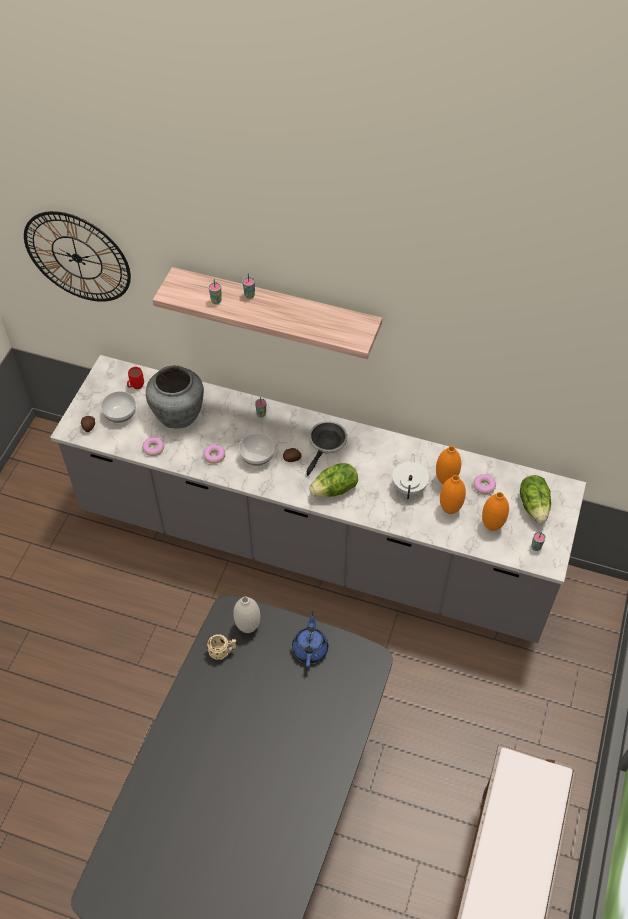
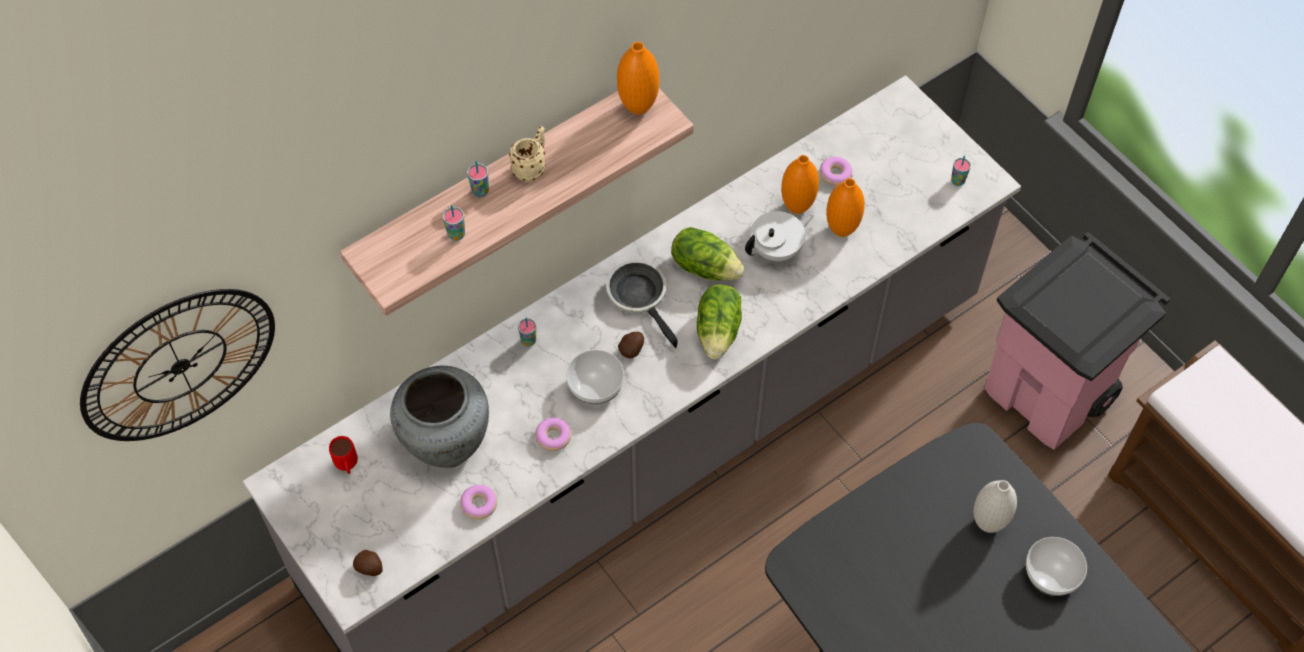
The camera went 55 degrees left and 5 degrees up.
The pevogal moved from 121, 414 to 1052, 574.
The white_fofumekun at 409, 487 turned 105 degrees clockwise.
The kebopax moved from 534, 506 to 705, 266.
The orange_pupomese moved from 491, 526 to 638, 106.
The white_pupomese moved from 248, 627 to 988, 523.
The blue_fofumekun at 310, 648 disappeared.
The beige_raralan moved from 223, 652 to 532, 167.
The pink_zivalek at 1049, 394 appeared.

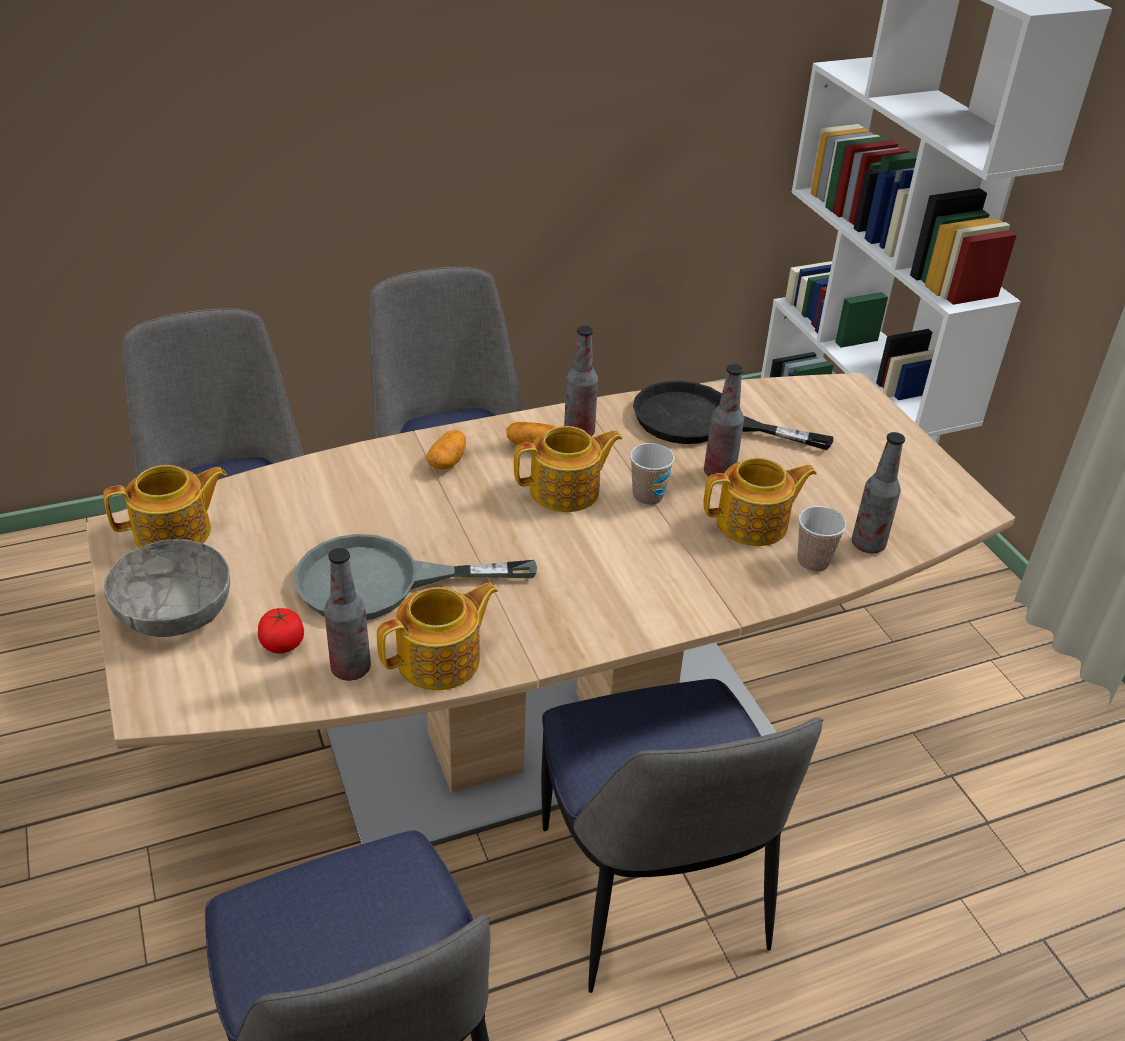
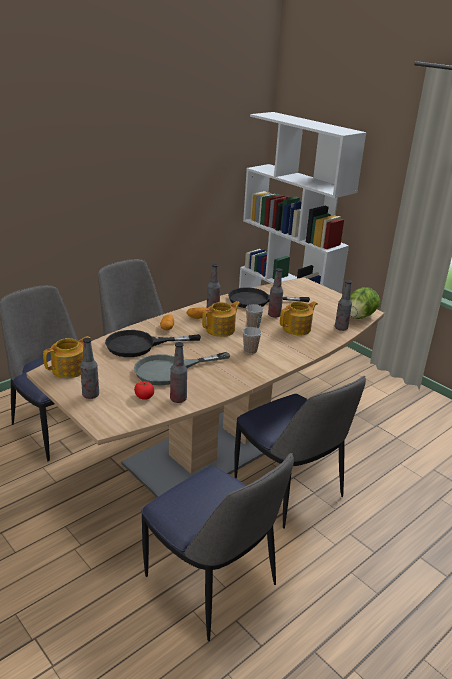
The camera went 20 degrees left and 10 degrees down.
The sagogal moved from 813, 562 to 250, 350.
The grey_pevogal at 174, 612 was replaced by the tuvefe at 90, 395.
The fofumekun at 441, 660 disappeared.
The kebopax at 359, 317 appeared.
The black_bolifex at 140, 345 appeared.

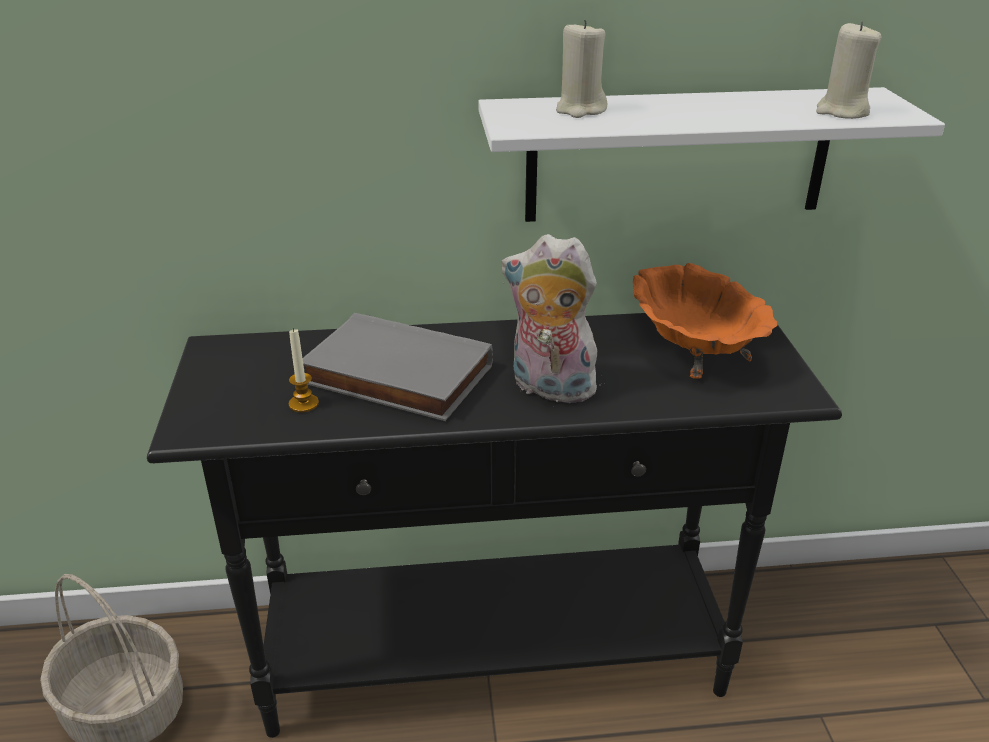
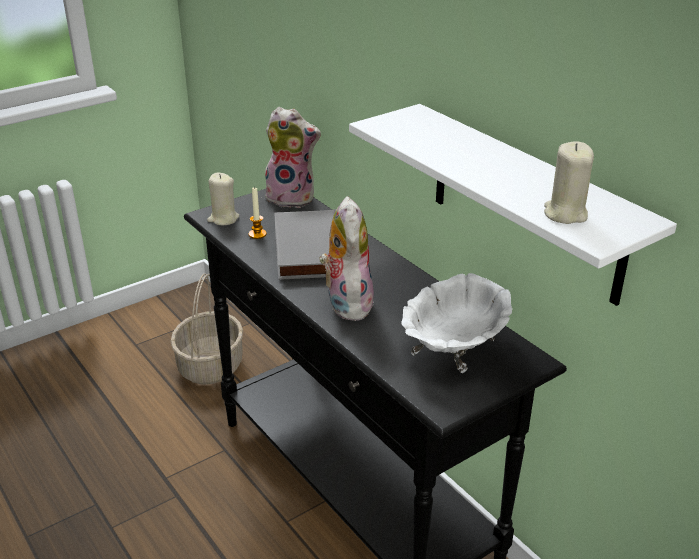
The camera went 60 degrees right and 0 degrees up.
The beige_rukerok moved from 580, 110 to 223, 219.
The orange_pevogal at 693, 350 became the white_pevogal at 454, 346.
The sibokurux at 292, 198 appeared.

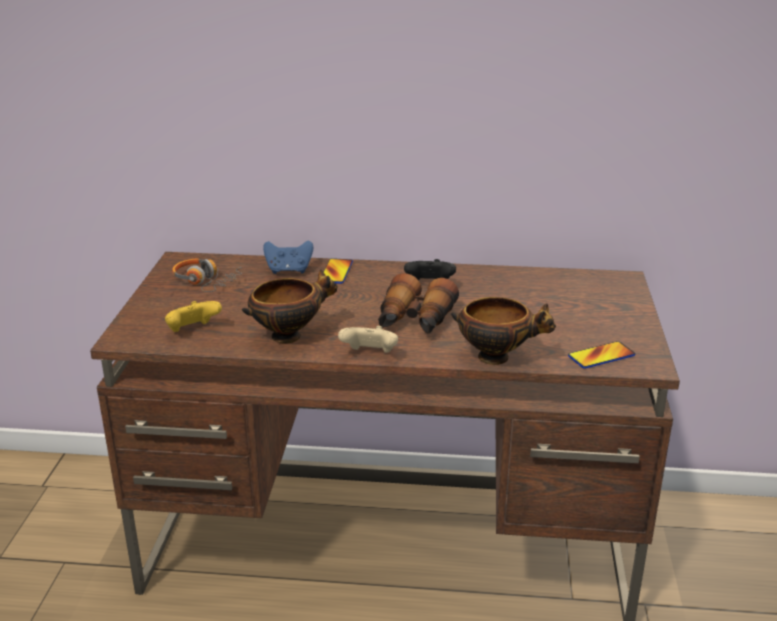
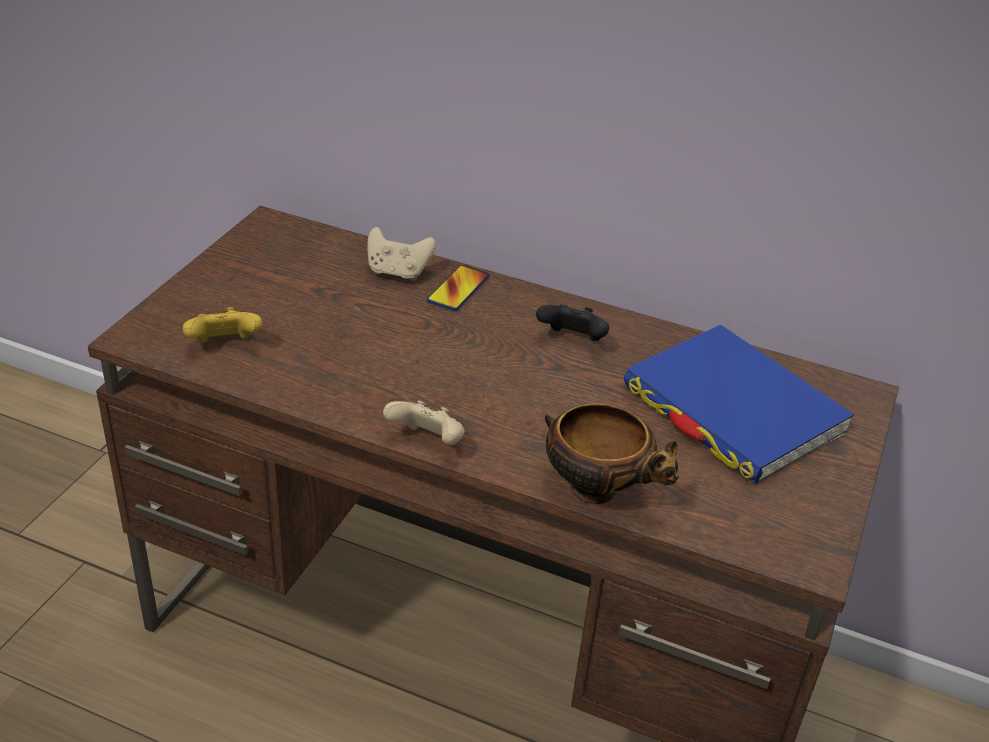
The camera went 15 degrees right and 10 degrees up.
The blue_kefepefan at 289, 270 became the beige_kefepefan at 398, 272.
The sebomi at 205, 282 disappeared.
The pevogal at 289, 335 disappeared.
The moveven at 414, 321 disappeared.
The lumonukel at 601, 356 disappeared.
The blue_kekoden at 733, 410 appeared.

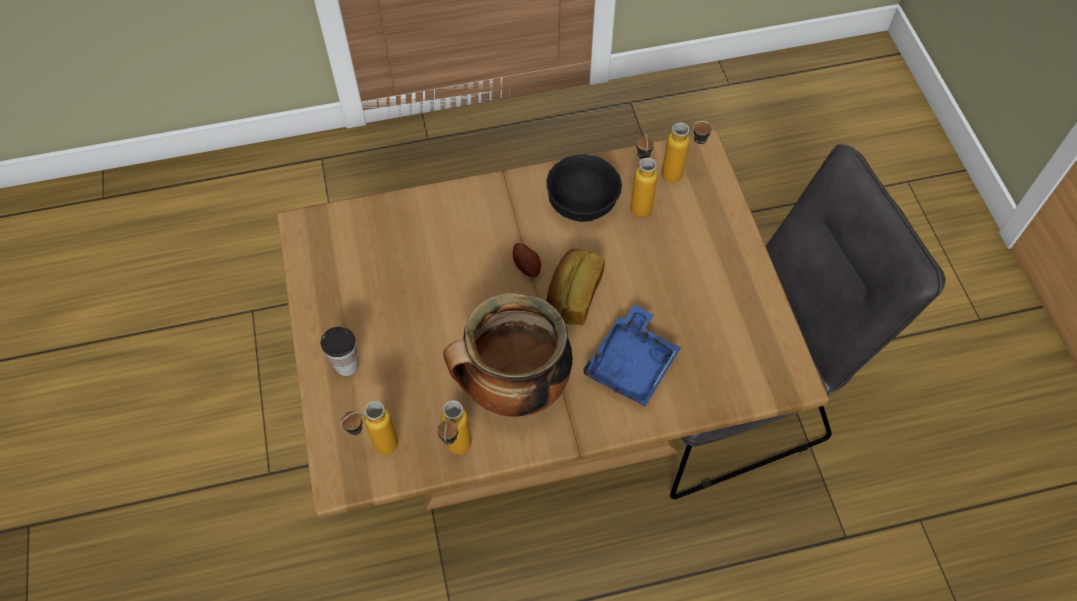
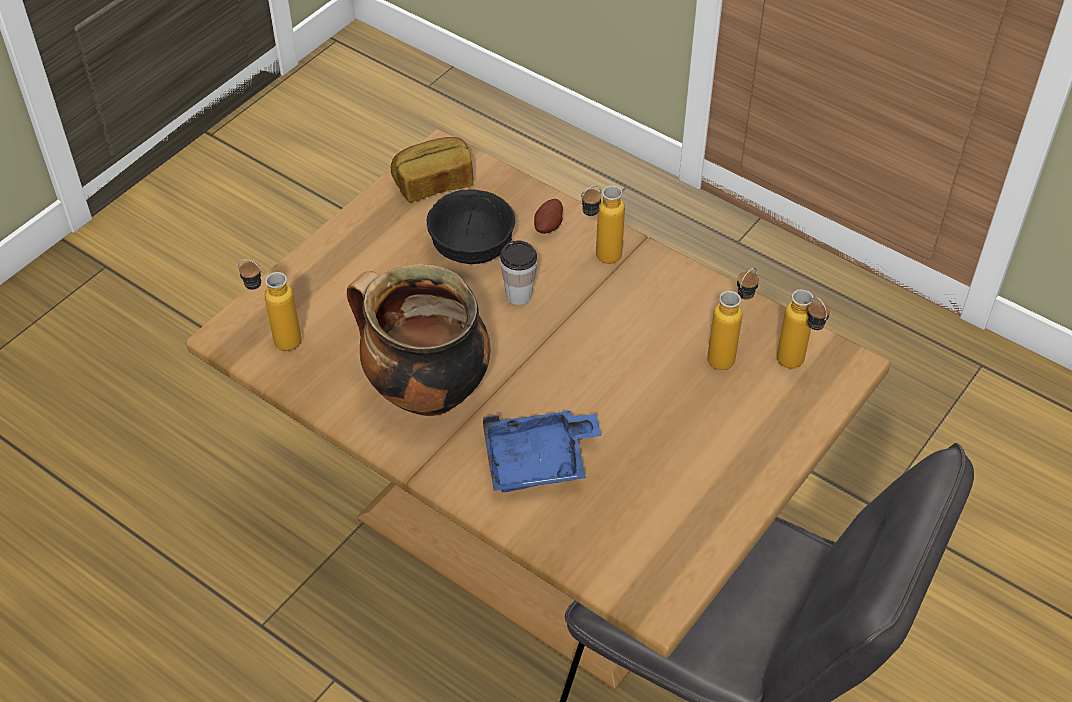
The camera went 50 degrees right and 10 degrees down.
The black_pevogal moved from 581, 204 to 471, 249.
The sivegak moved from 527, 266 to 549, 226.
The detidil moved from 573, 296 to 433, 183.
The sagogal moved from 346, 365 to 519, 295.
The tuvefe moved from 457, 453 to 599, 259.

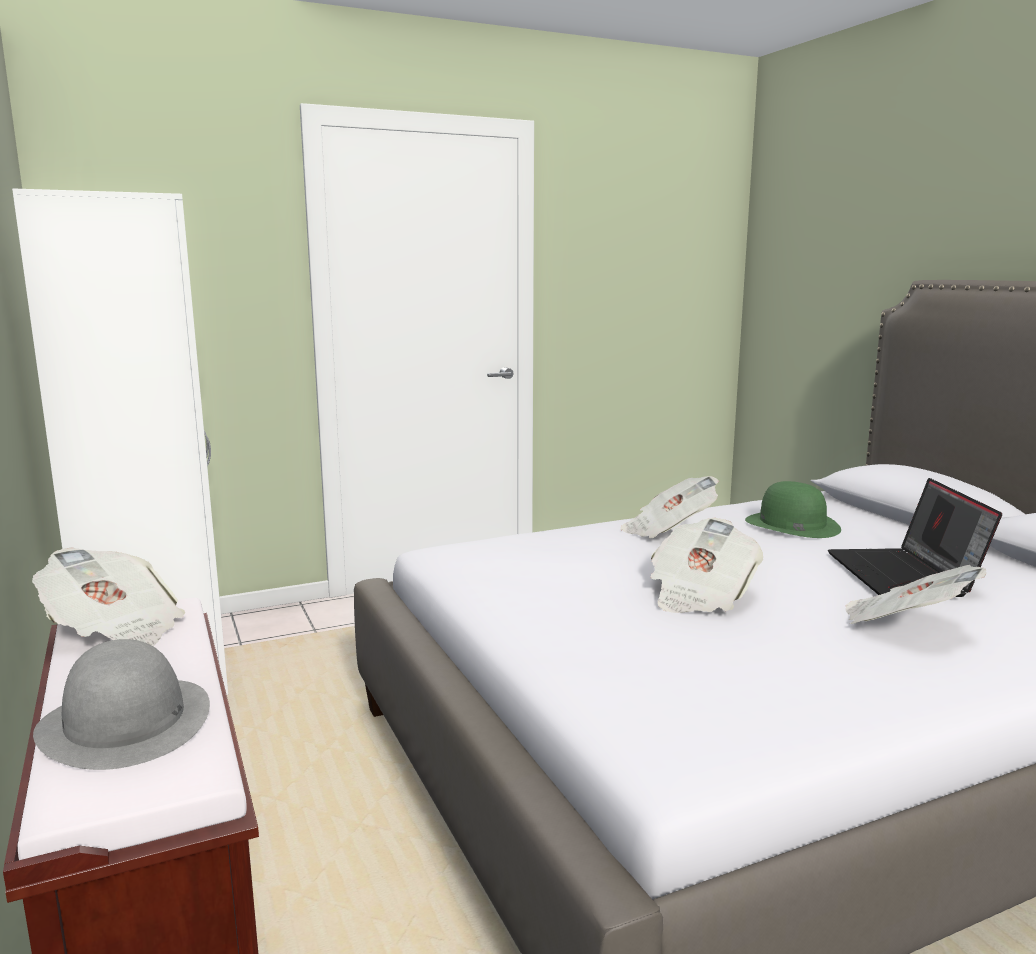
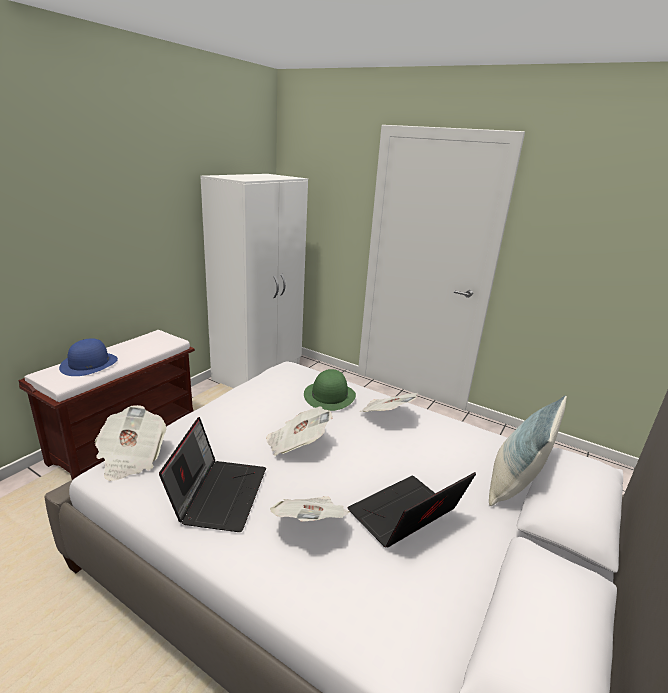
The camera went 55 degrees right and 10 degrees up.
The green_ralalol moved from 791, 524 to 329, 395.
The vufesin moved from 115, 631 to 131, 458.
The grey_ralalol at 126, 722 became the blue_ralalol at 89, 364.
The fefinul at 514, 485 appeared.
The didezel at 219, 493 appeared.

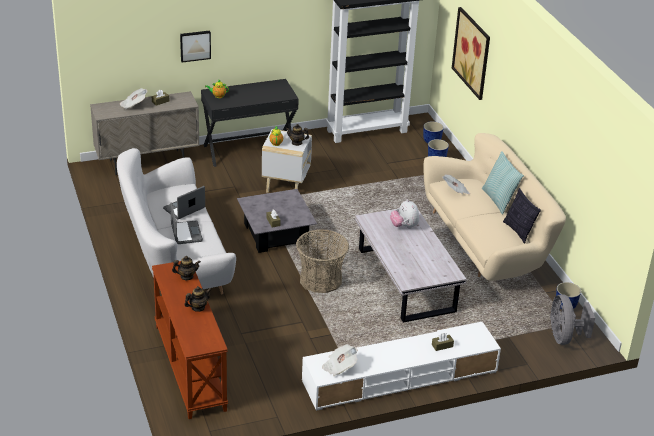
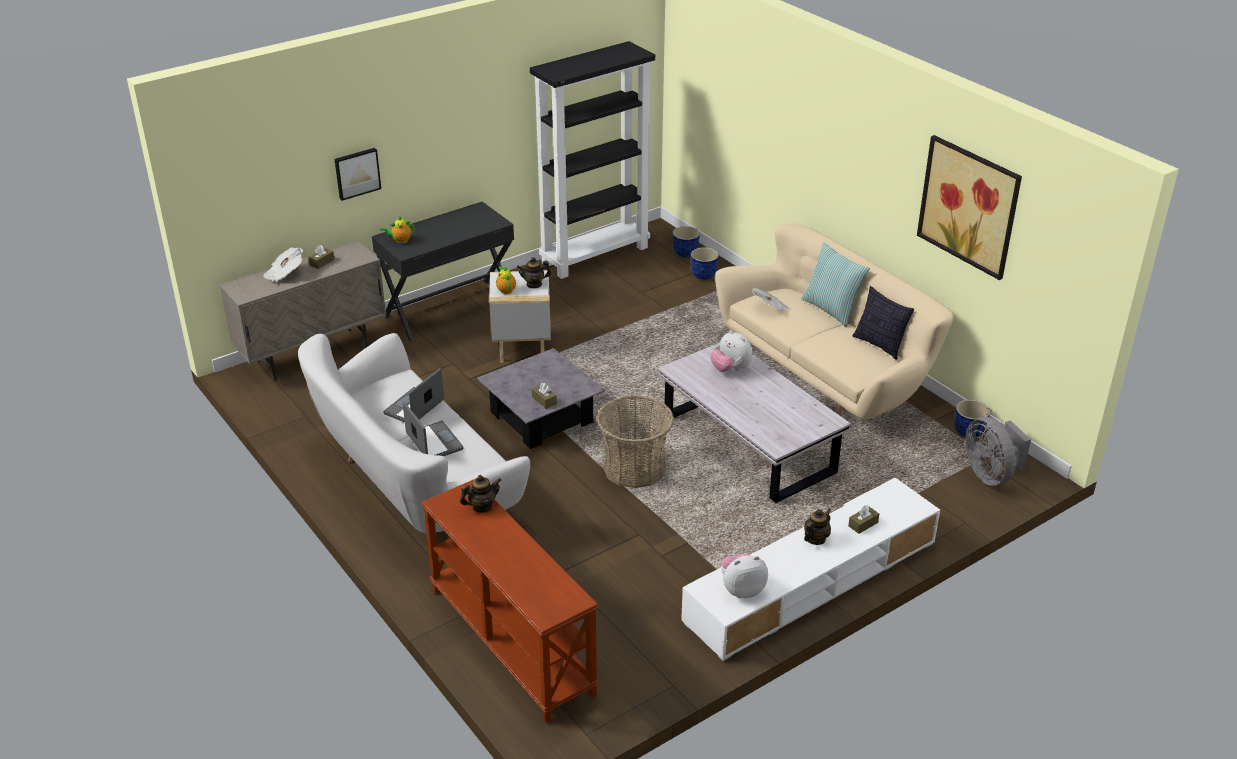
The camera went 15 degrees left and 0 degrees up.
The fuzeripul moved from 472, 53 to 969, 206.
The fofumekun moved from 198, 307 to 815, 539.
The vufesin at 339, 367 was replaced by the sibokurux at 741, 589.

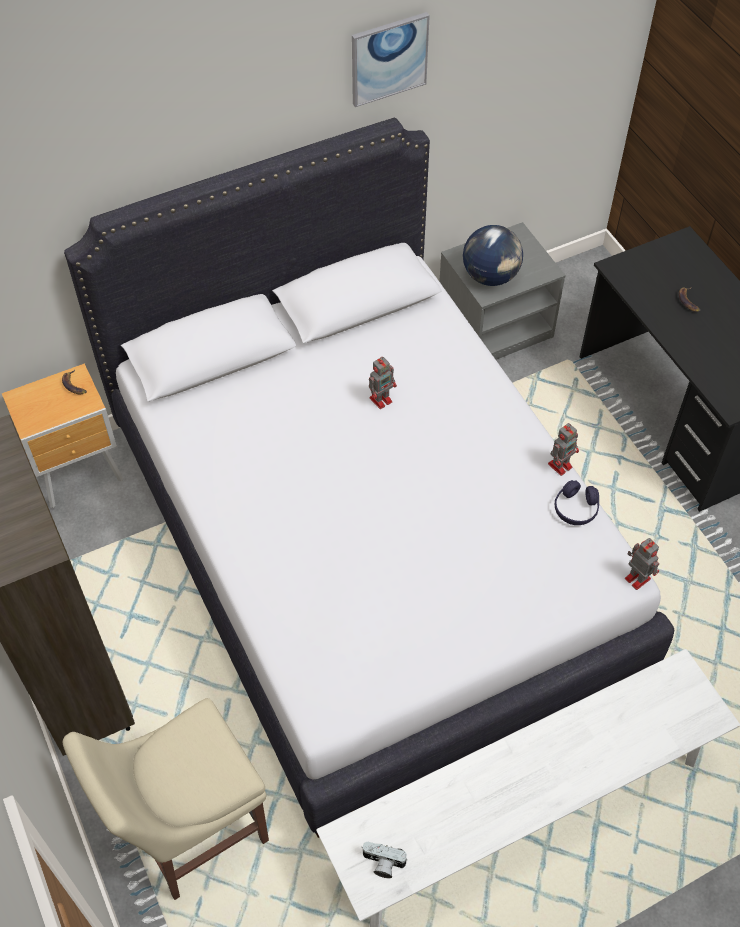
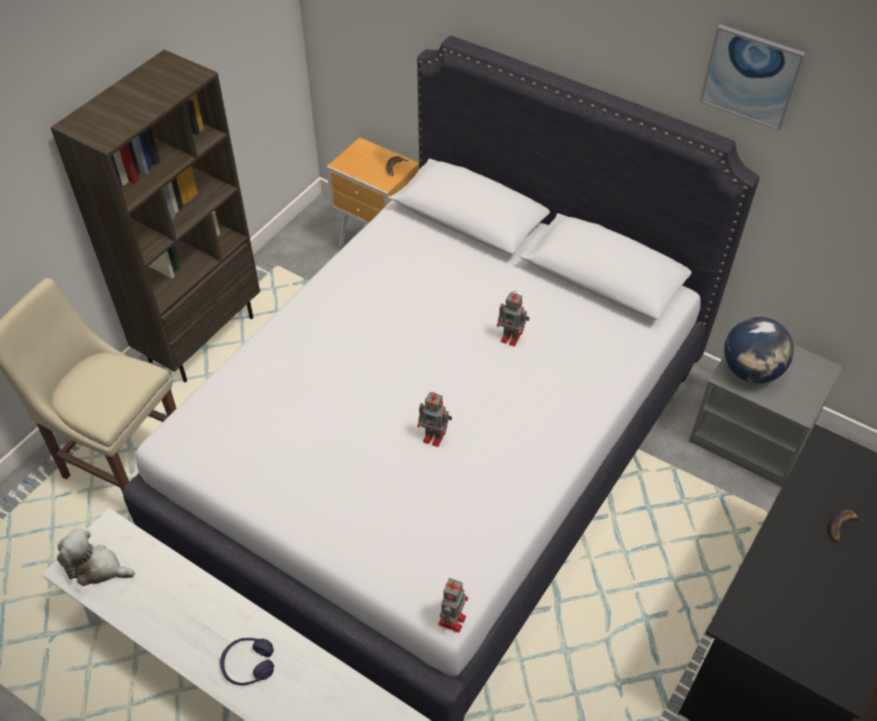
The camera went 60 degrees right and 5 degrees down.
The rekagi moved from 561, 465 to 435, 437.
The purple_sebomi moved from 575, 508 to 248, 665.
The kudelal at 382, 864 was replaced by the sibokurux at 97, 567.

